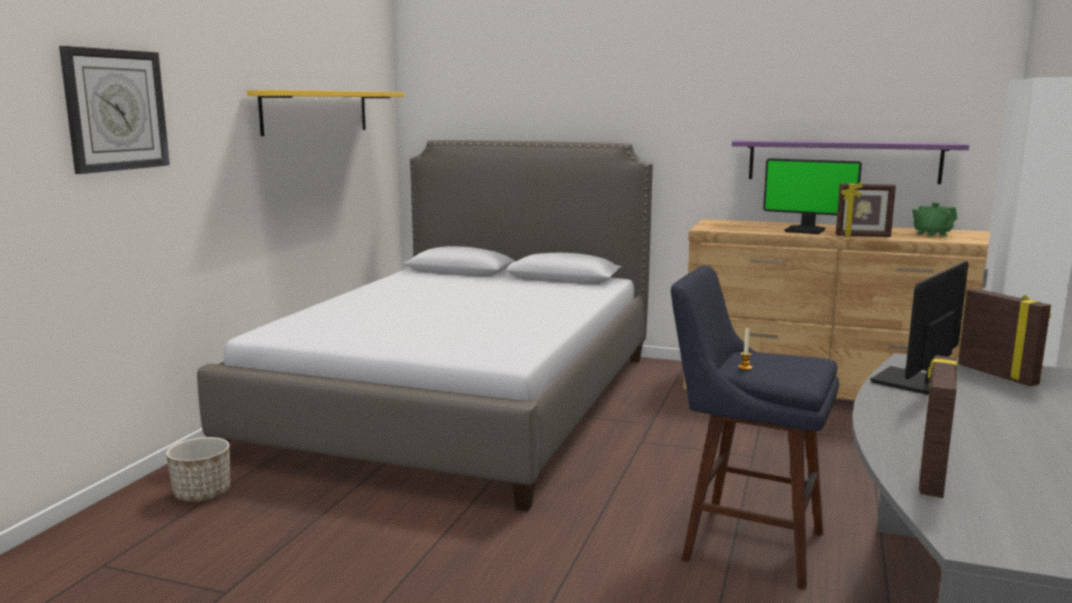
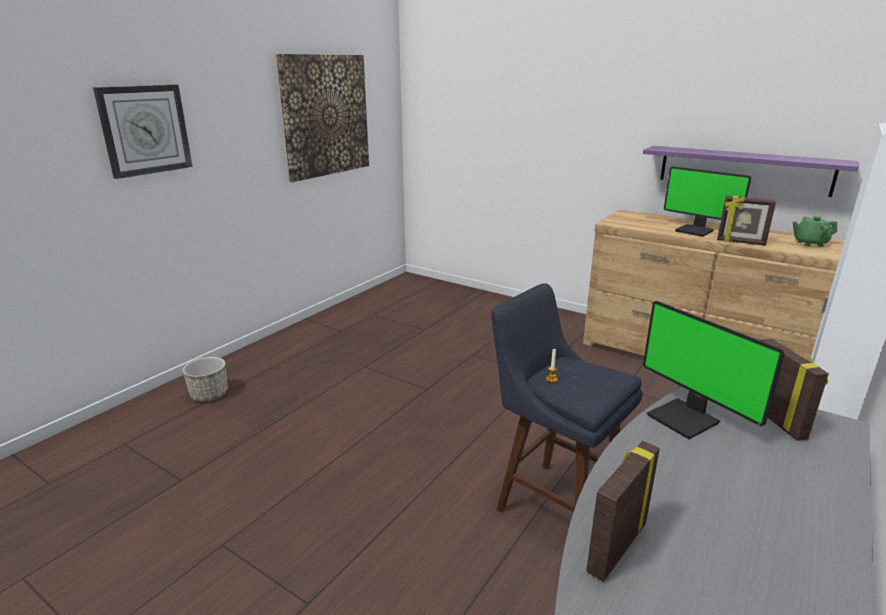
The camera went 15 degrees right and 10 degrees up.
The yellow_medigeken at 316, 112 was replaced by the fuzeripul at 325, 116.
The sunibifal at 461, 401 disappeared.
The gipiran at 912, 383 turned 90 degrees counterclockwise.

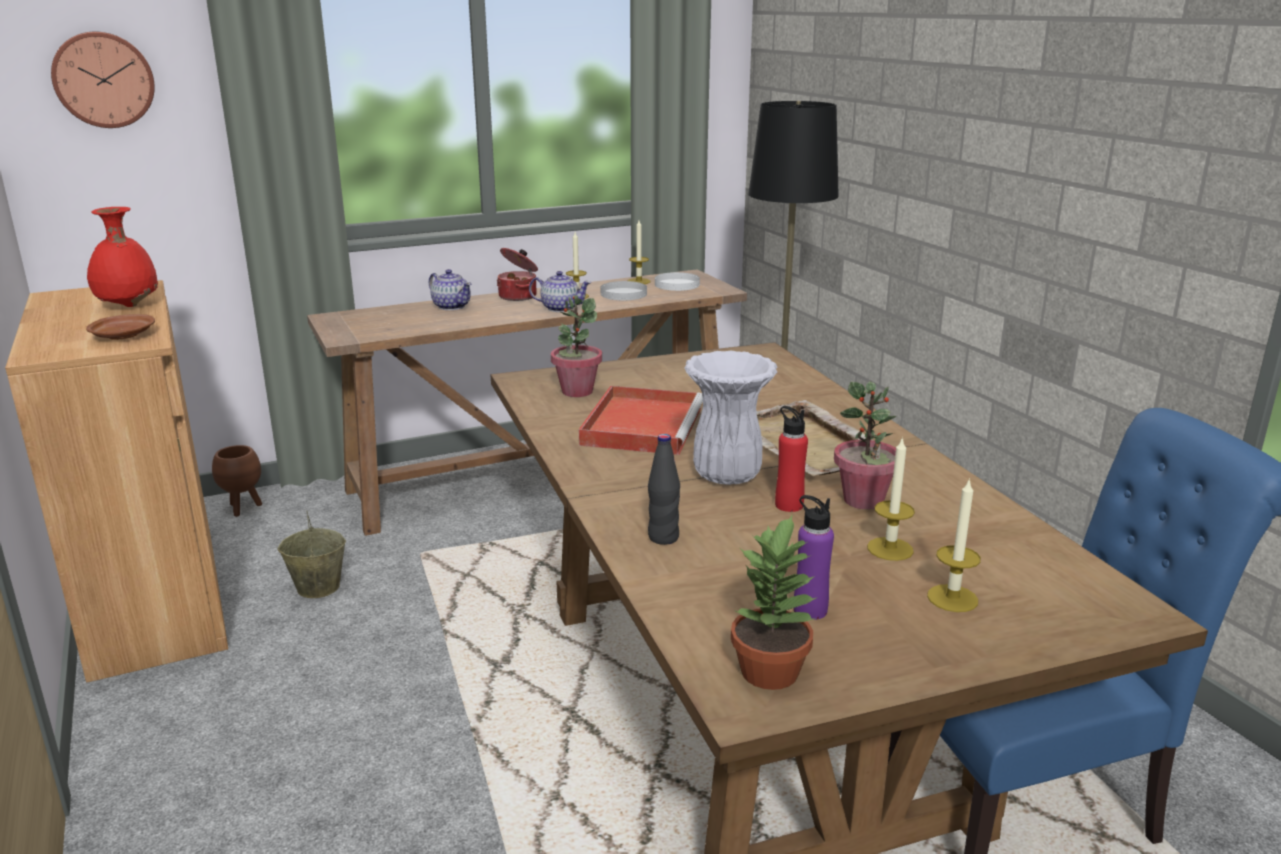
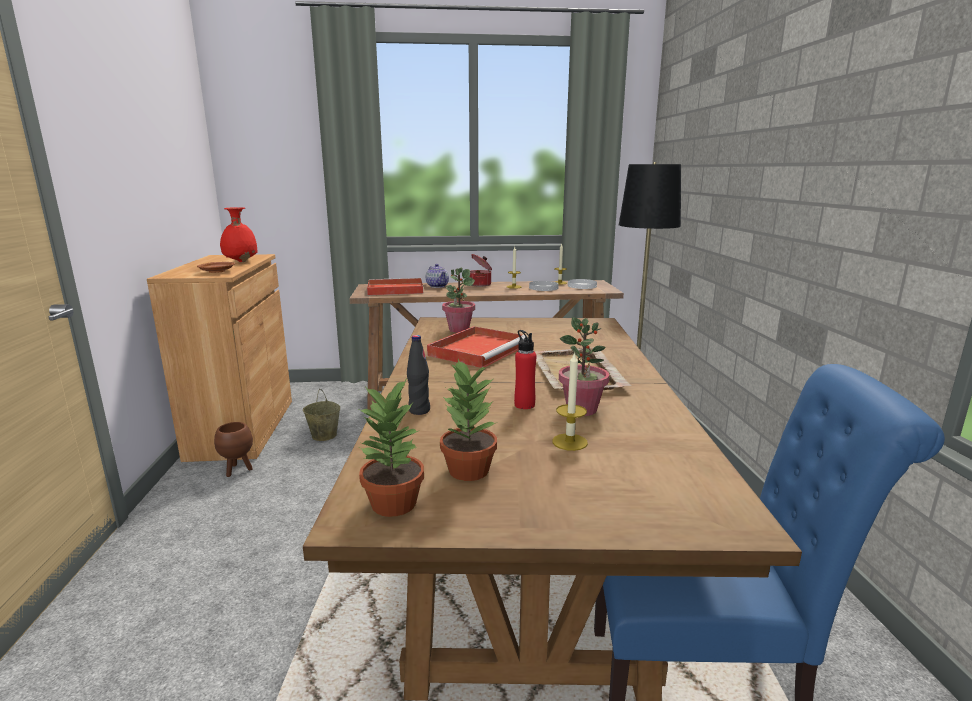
The camera went 20 degrees right and 5 degrees down.
The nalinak at 104, 80 disappeared.
The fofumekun at 560, 308 disappeared.
The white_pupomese at 725, 476 disappeared.
The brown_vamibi moved from 243, 508 to 238, 470.
The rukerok at 952, 598 disappeared.
The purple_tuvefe at 810, 610 was replaced by the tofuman at 467, 470.
The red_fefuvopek at 394, 290 appeared.

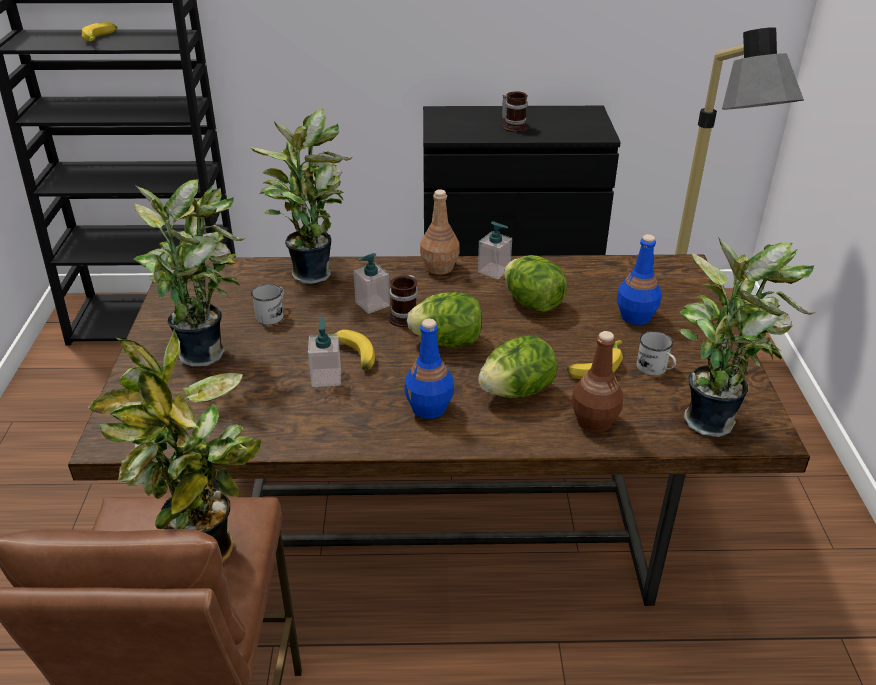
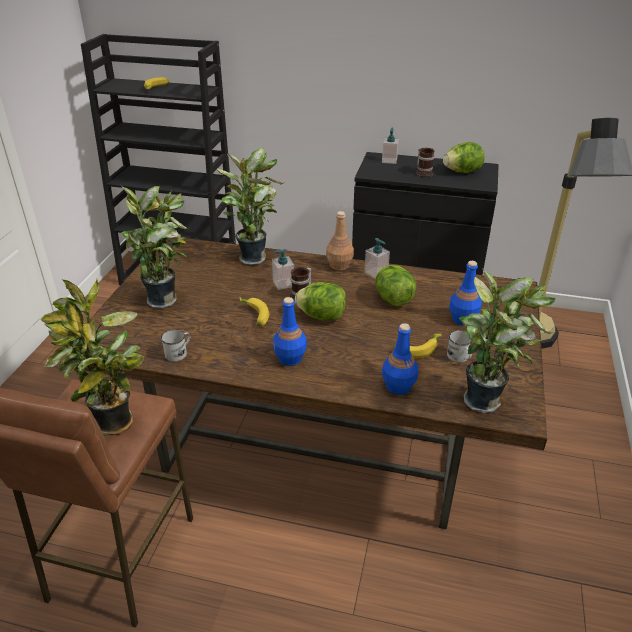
The camera went 15 degrees right and 0 degrees up.
The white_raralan moved from 272, 314 to 179, 353.
The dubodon moved from 326, 377 to 389, 160.
The brown_tuvefe at 593, 421 became the blue_tuvefe at 398, 386.
The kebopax moved from 517, 391 to 462, 172.

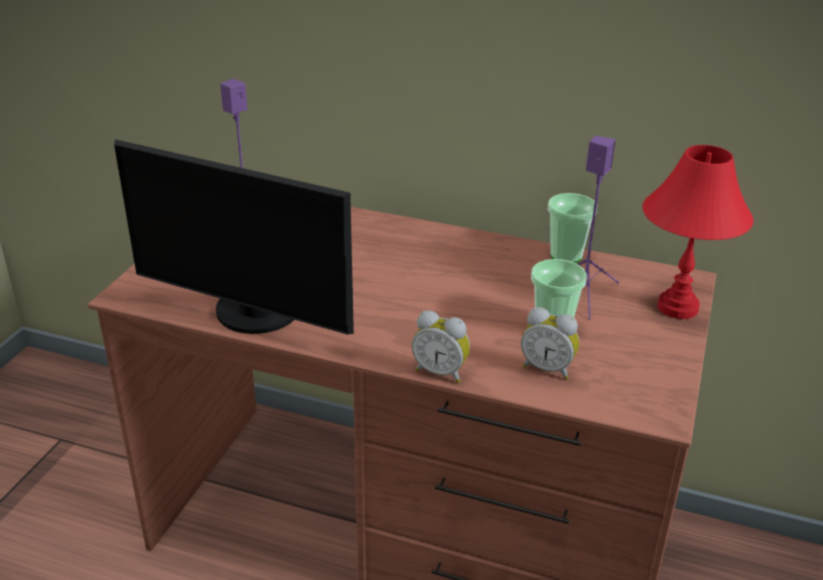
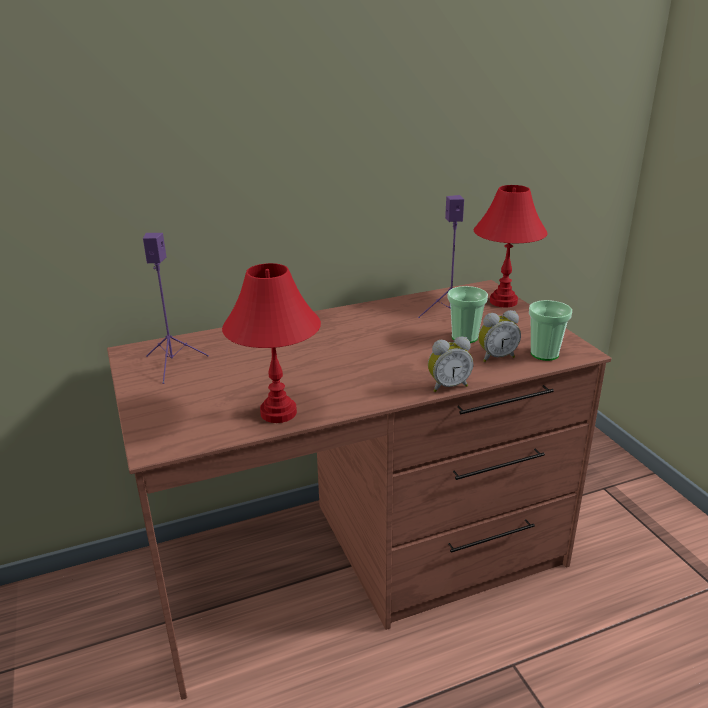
The camera went 40 degrees left and 5 degrees down.
The gipiran at 253, 314 was replaced by the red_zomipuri at 278, 413.
The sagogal moved from 566, 255 to 544, 354.

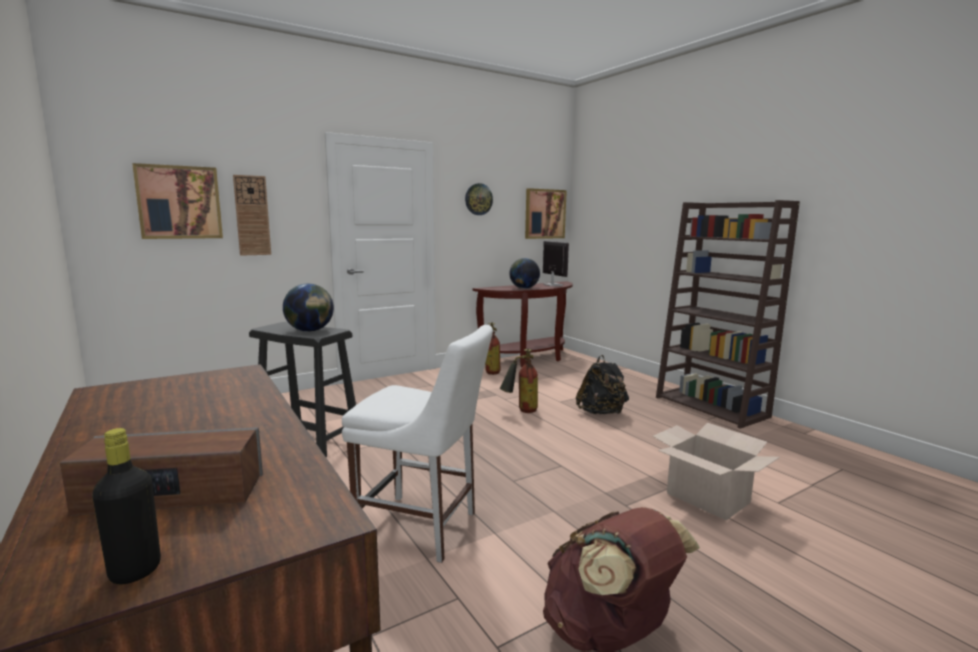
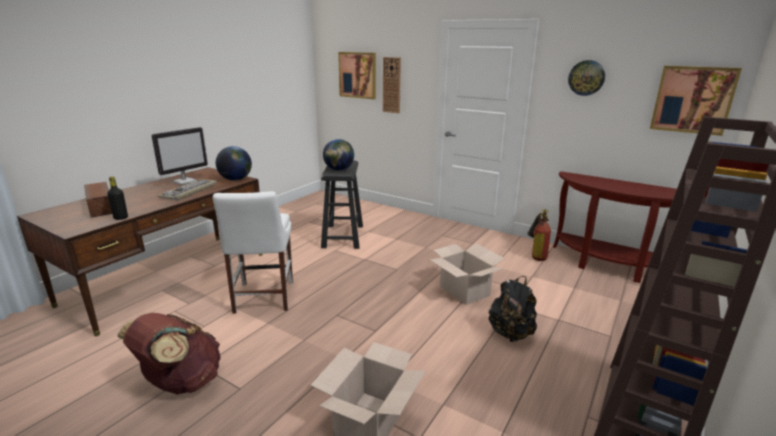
The camera went 65 degrees right and 10 degrees up.
The gipiran moved from 552, 285 to 185, 181.
The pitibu moved from 524, 288 to 235, 179.
The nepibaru at 520, 411 was replaced by the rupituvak at 464, 291.
The black_tuvefe moved from 135, 571 to 121, 218.
The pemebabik at 189, 191 appeared.

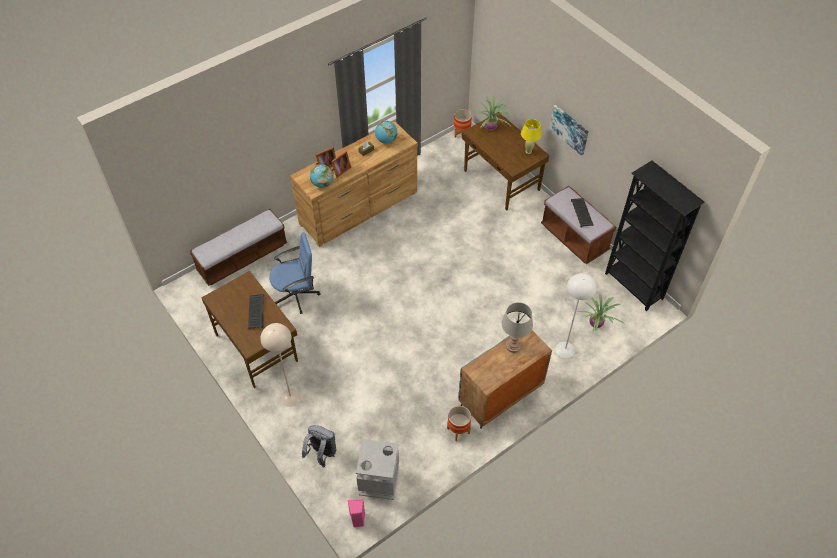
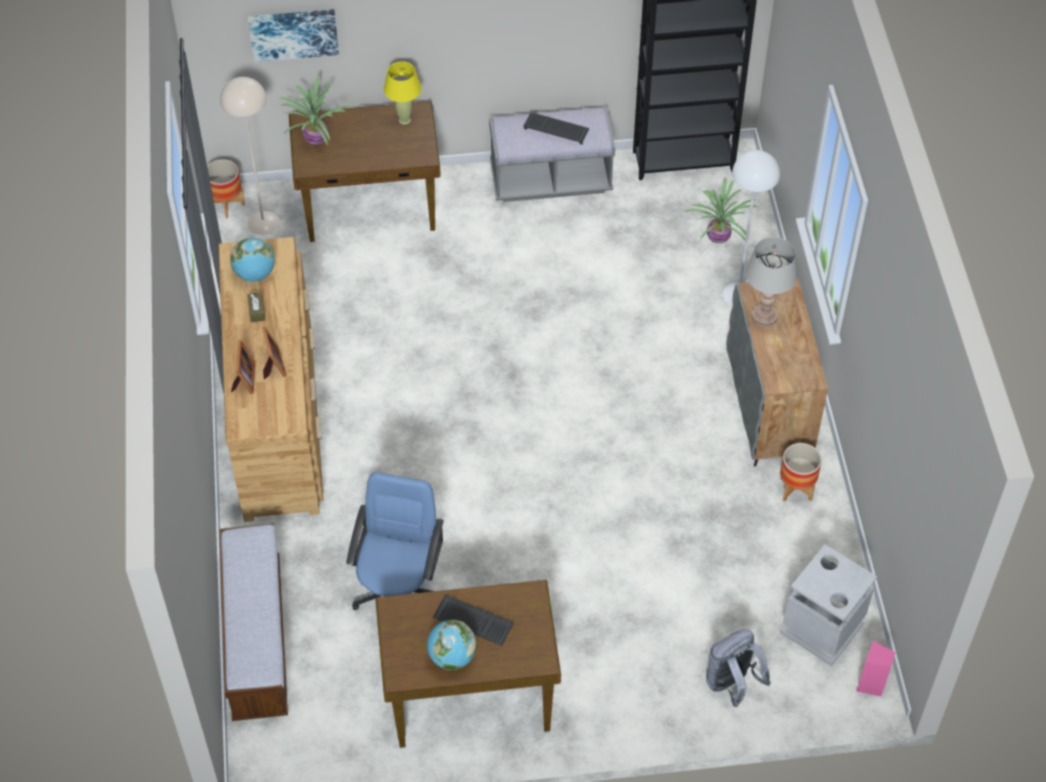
The camera went 60 degrees left and 0 degrees up.
The fuzeripul moved from 569, 129 to 293, 33.
The pitibu moved from 322, 184 to 452, 657.
The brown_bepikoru at 574, 238 became the grey_bepikoru at 551, 180.
The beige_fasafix moved from 290, 397 to 263, 223.

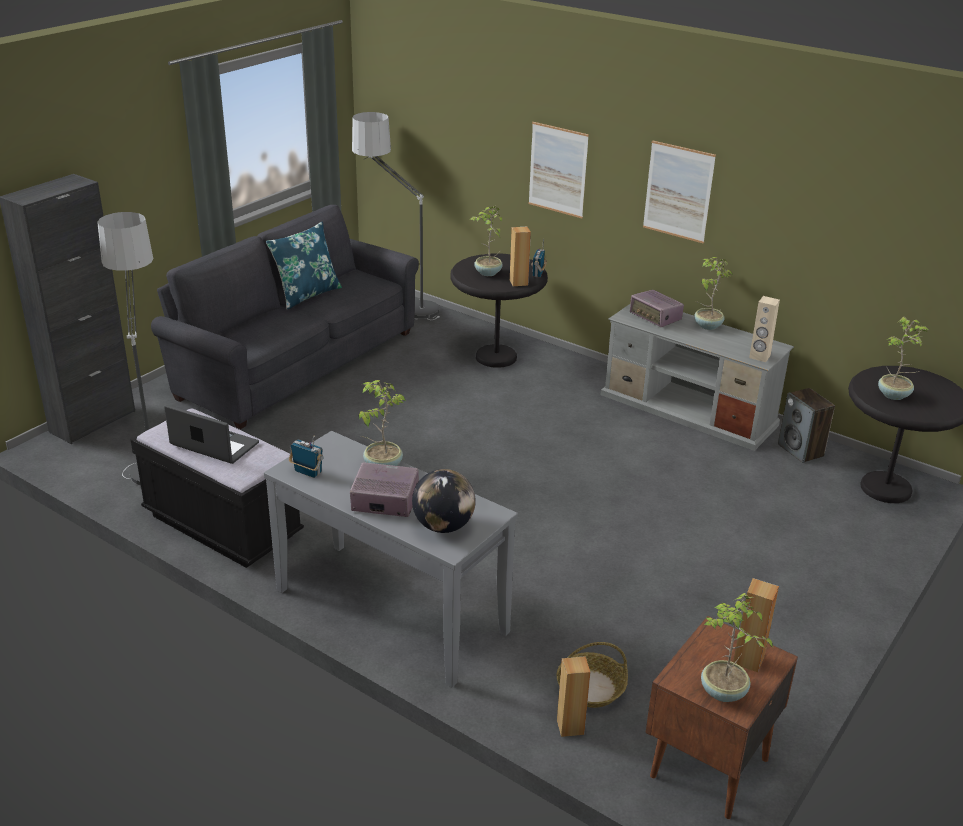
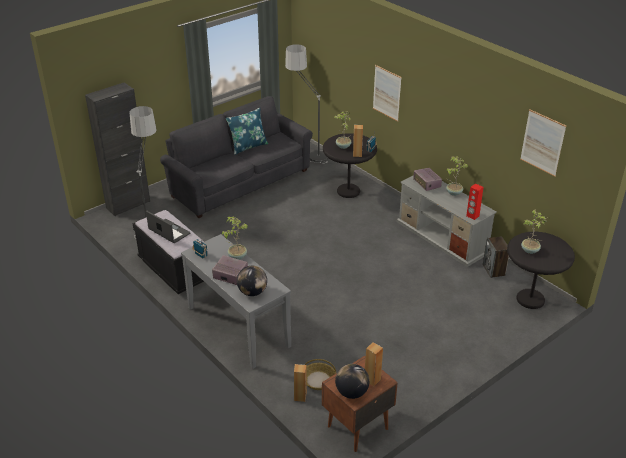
The camera went 15 degrees right and 5 degrees up.
The fuzeripul moved from 678, 192 to 542, 142.
The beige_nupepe at 759, 357 became the red_nupepe at 472, 216.
The tofuman at 723, 693 was replaced by the pitibu at 351, 392.

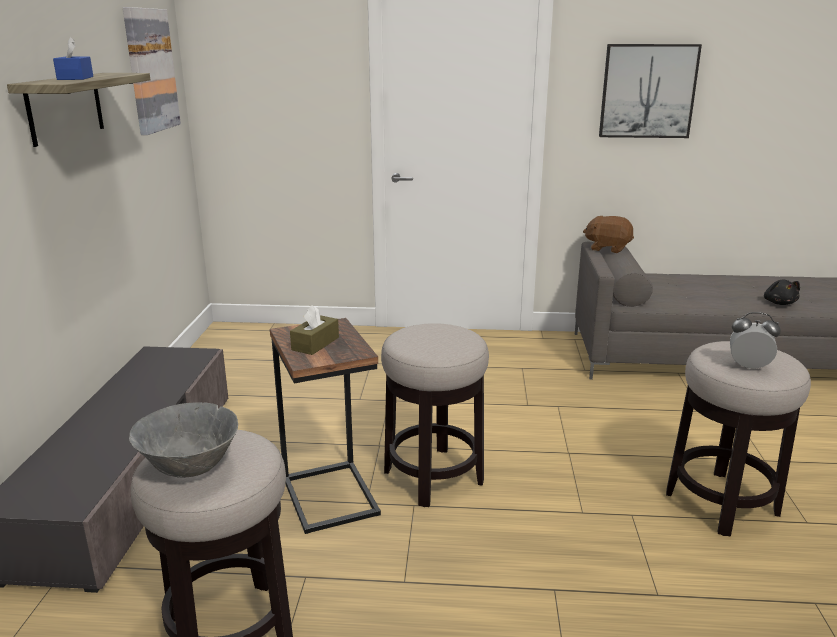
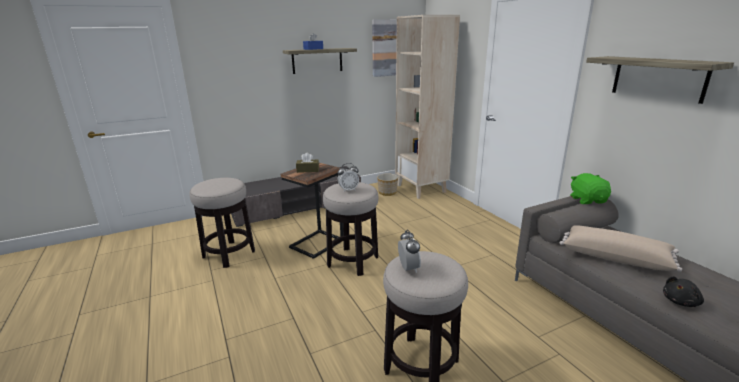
The camera went 60 degrees right and 0 degrees up.
The fuzeripul at 647, 91 was replaced by the medigeken at 658, 78.
The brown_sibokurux at 608, 248 became the green_sibokurux at 587, 200.
The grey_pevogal at 190, 469 disappeared.
The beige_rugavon at 421, 189 appeared.
The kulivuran at 348, 190 appeared.
The vamibi at 388, 192 appeared.
The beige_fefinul at 615, 257 appeared.

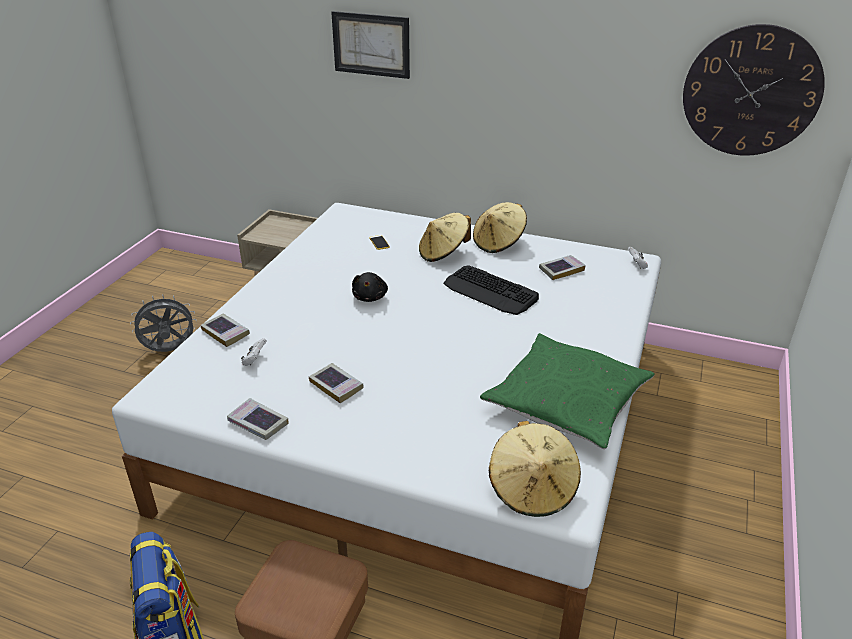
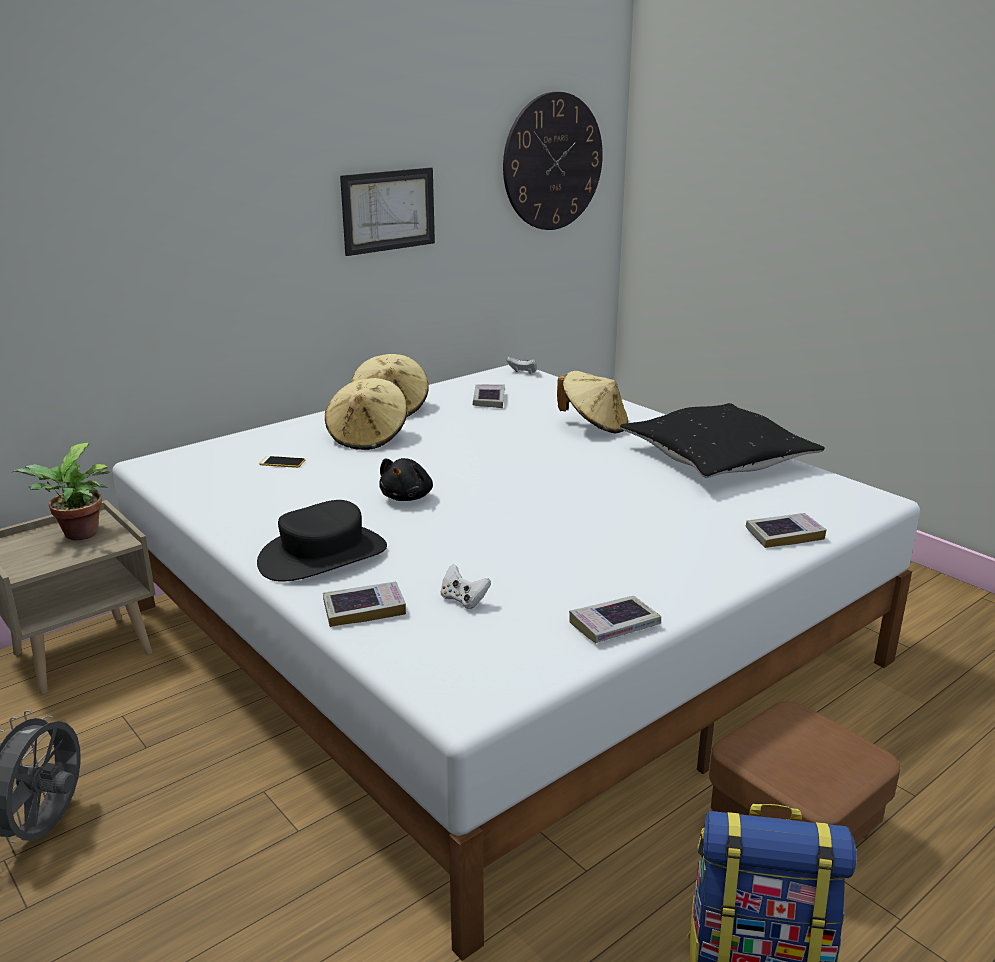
The camera went 60 degrees left and 10 degrees down.
The fuzeripul moved from 371, 44 to 388, 210.
The pemebabik at 490, 291 disappeared.
The black_sibokurux at 370, 297 turned 75 degrees clockwise.
The green_fefinul at 566, 401 became the black_fefinul at 717, 458.
The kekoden moved from 336, 386 to 784, 535.
The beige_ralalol moved from 532, 489 to 594, 426.
The tofuman at 77, 535 appeared.
The black_ralalol at 323, 556 appeared.

